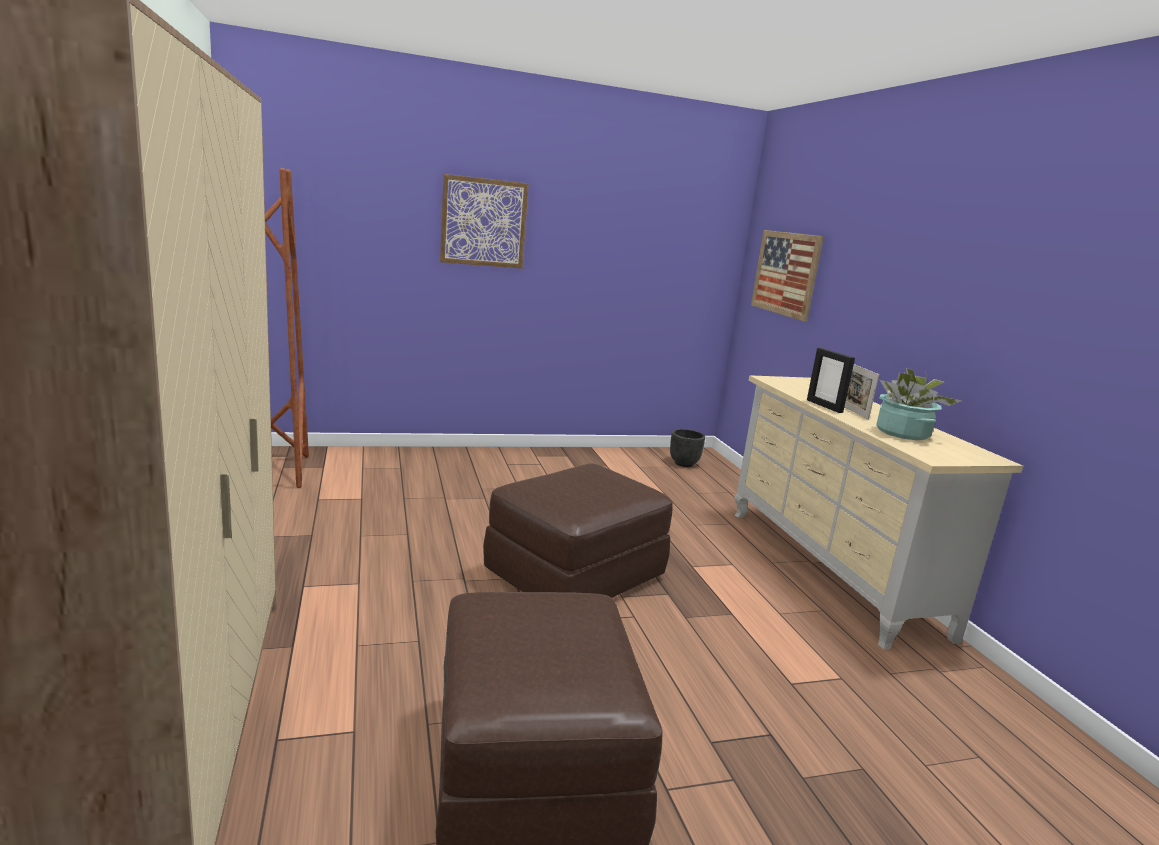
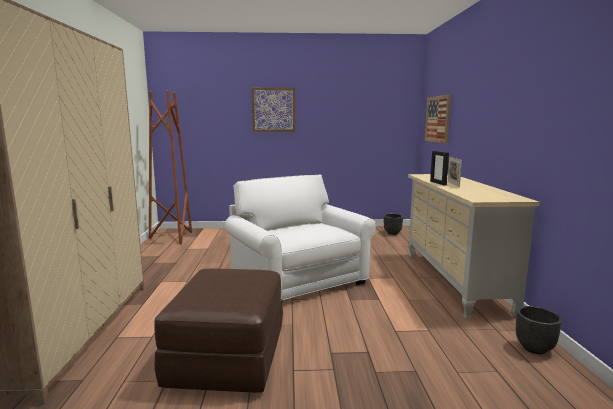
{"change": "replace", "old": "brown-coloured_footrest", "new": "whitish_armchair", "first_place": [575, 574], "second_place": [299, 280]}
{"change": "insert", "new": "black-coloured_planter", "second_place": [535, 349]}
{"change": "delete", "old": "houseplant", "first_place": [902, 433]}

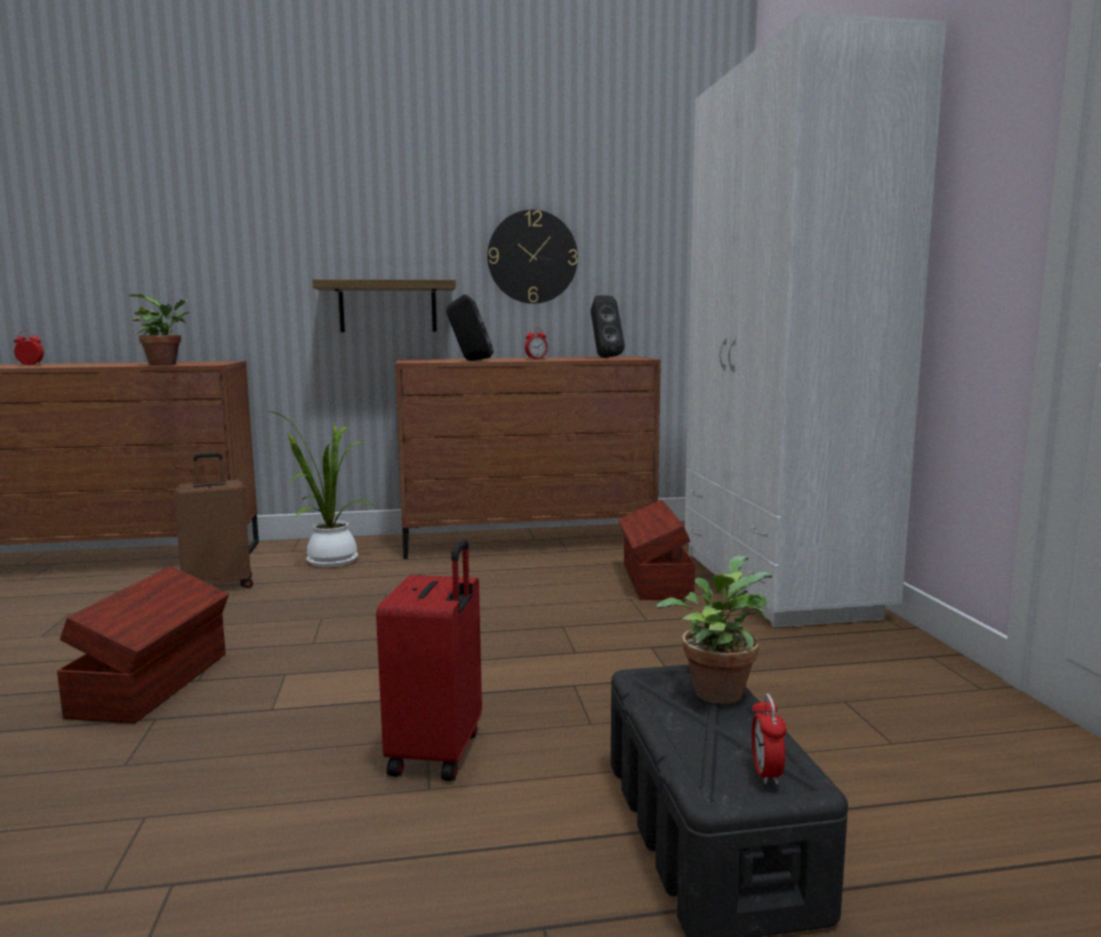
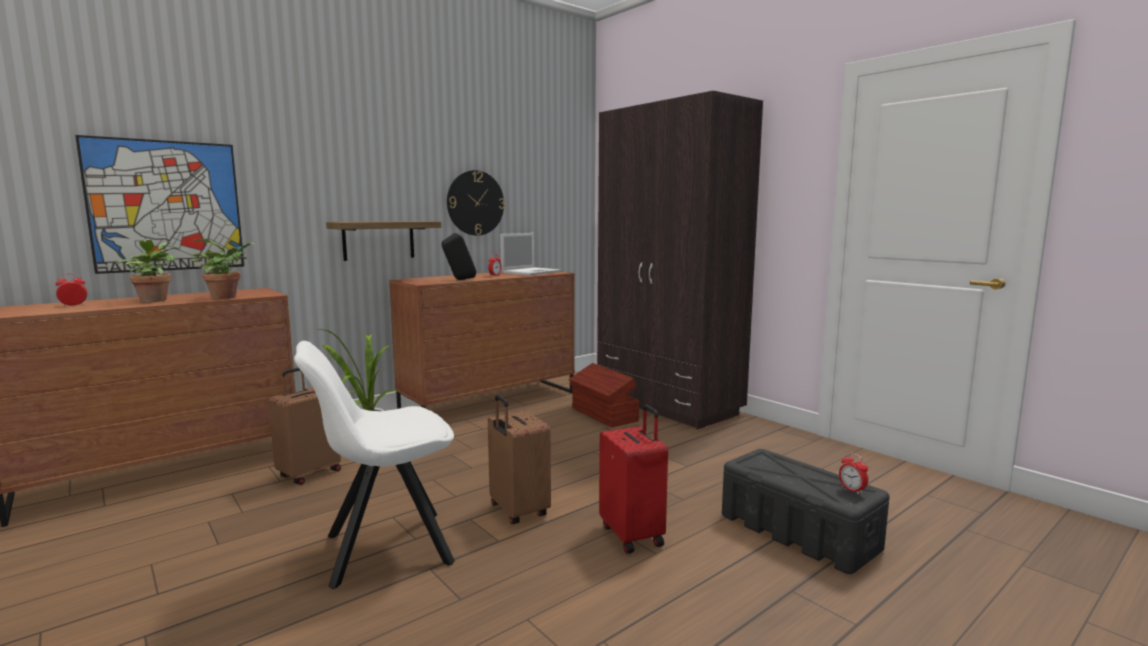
{"change": "insert", "new": "wall_art", "second_place": [166, 206]}
{"change": "move", "old": "houseplant", "first_place": [717, 689], "second_place": [154, 300]}
{"change": "replace", "old": "brown-coloured_storage_container", "new": "whitish_chair", "first_place": [155, 683], "second_place": [387, 549]}
{"change": "insert", "new": "brown-coloured_piece_of_luggage", "second_place": [517, 511]}
{"change": "replace", "old": "black-coloured_loudspeaker", "new": "laptop", "first_place": [604, 357], "second_place": [531, 272]}
{"change": "recolor", "old": "whitish_armoire", "new": "brown-coloured_armoire", "first_place": [777, 584], "second_place": [668, 405]}

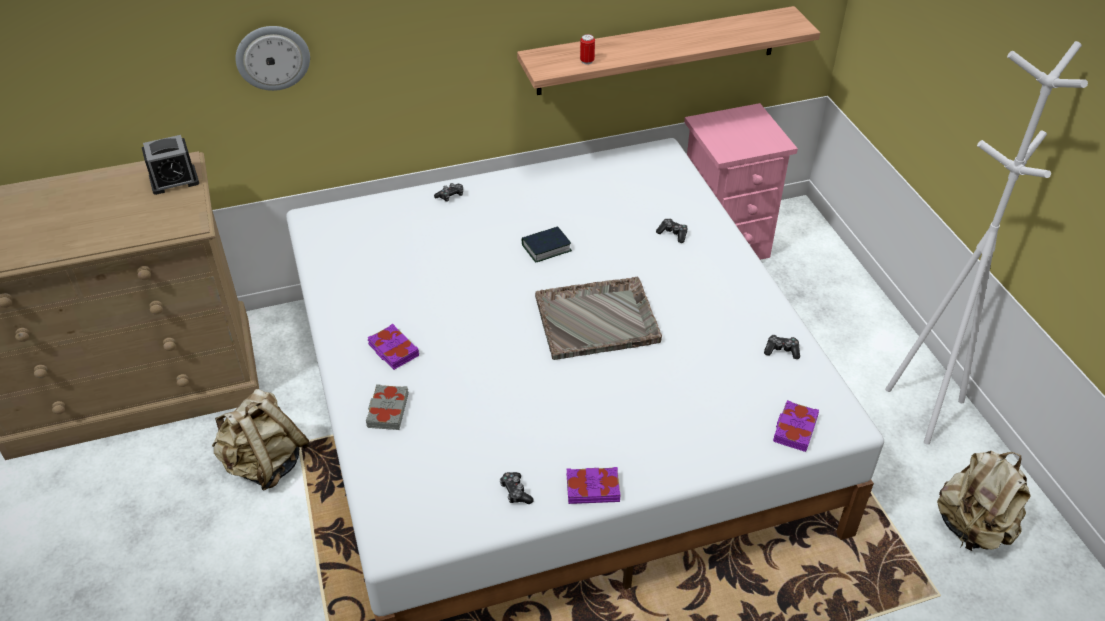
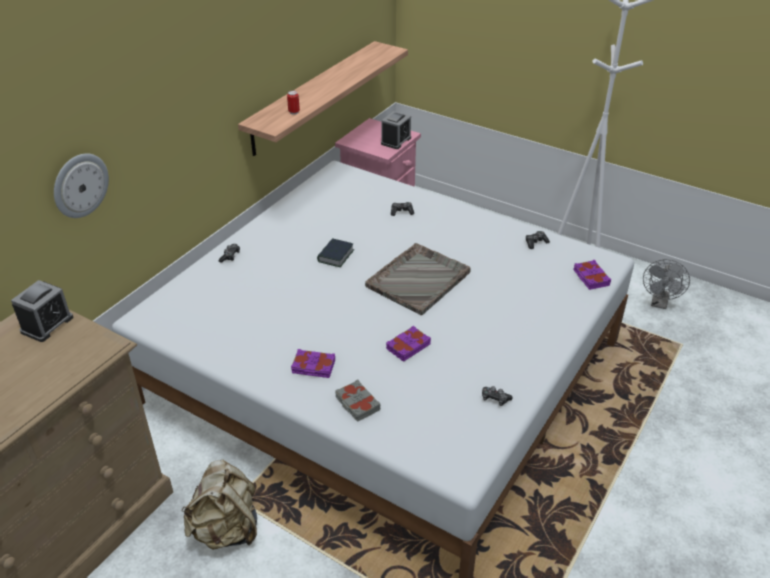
{"change": "insert", "new": "alarm_clock", "second_place": [396, 141]}
{"change": "move", "old": "purple_book", "first_place": [592, 488], "second_place": [407, 346]}
{"change": "replace", "old": "sand-coloured_knapsack", "new": "gray_fan", "first_place": [972, 527], "second_place": [659, 303]}

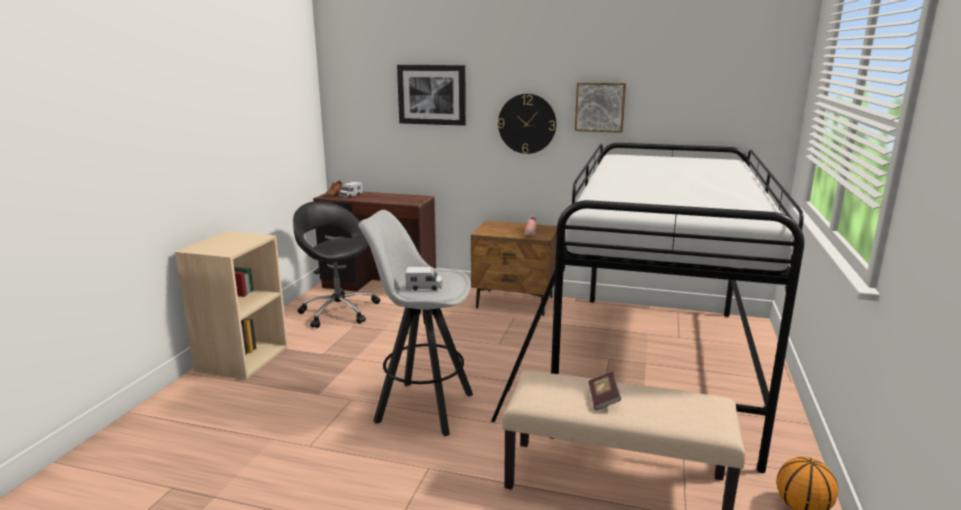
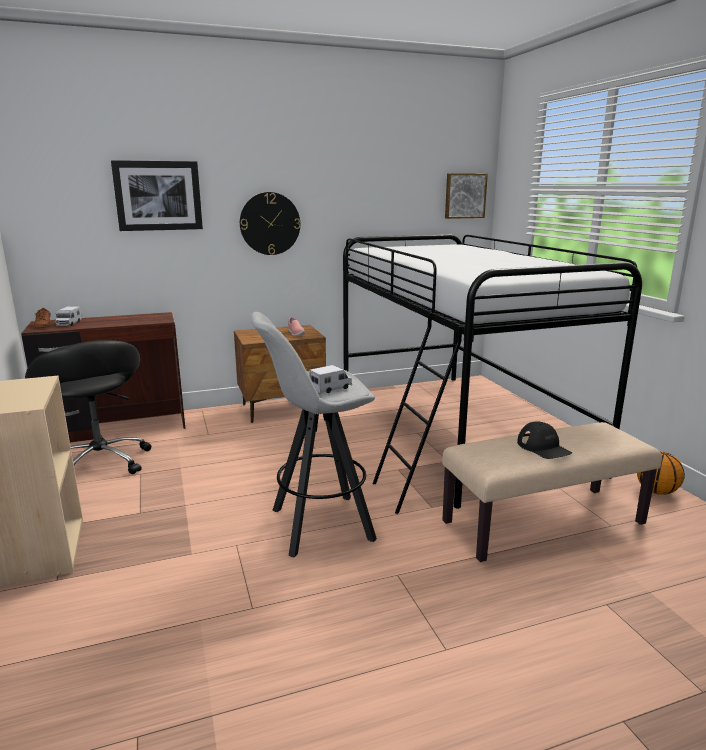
{"change": "rotate", "old": "black-coloured_office_chair", "first_place": [338, 311], "second_place": [100, 464], "degrees": -120}
{"change": "move", "old": "wall_art", "first_place": [600, 107], "second_place": [464, 196]}
{"change": "replace", "old": "book", "new": "black-coloured_cap", "first_place": [603, 399], "second_place": [543, 447]}

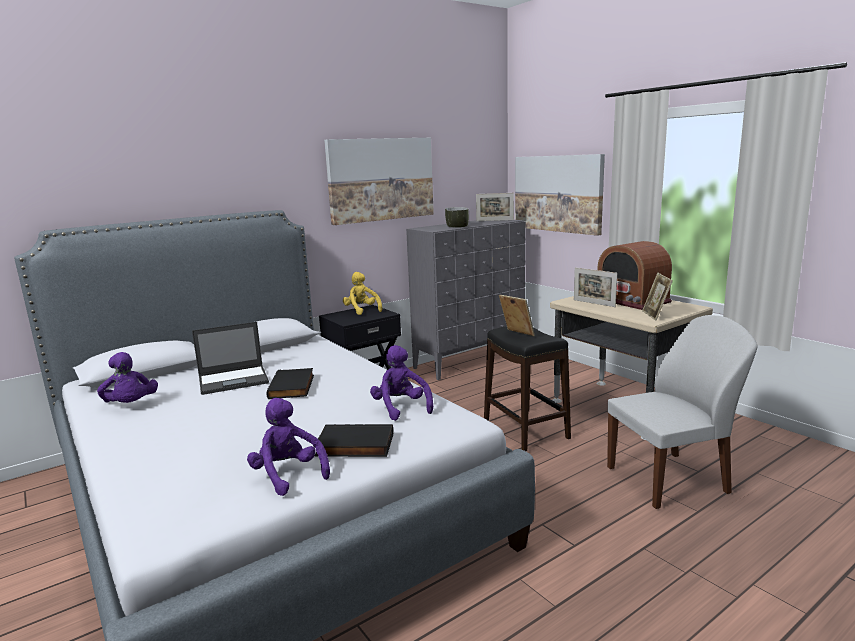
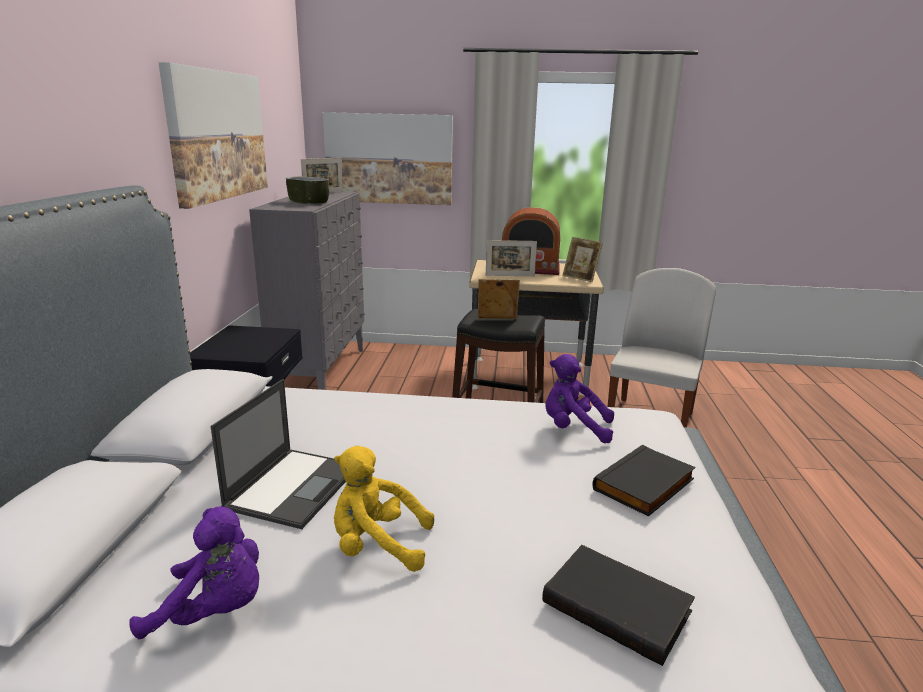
{"change": "move", "old": "yellow-coloured_soft_toy", "first_place": [361, 310], "second_place": [377, 546]}
{"change": "move", "old": "black-coloured_book", "first_place": [293, 387], "second_place": [618, 605]}
{"change": "delete", "old": "purple_soft_toy", "first_place": [288, 475]}

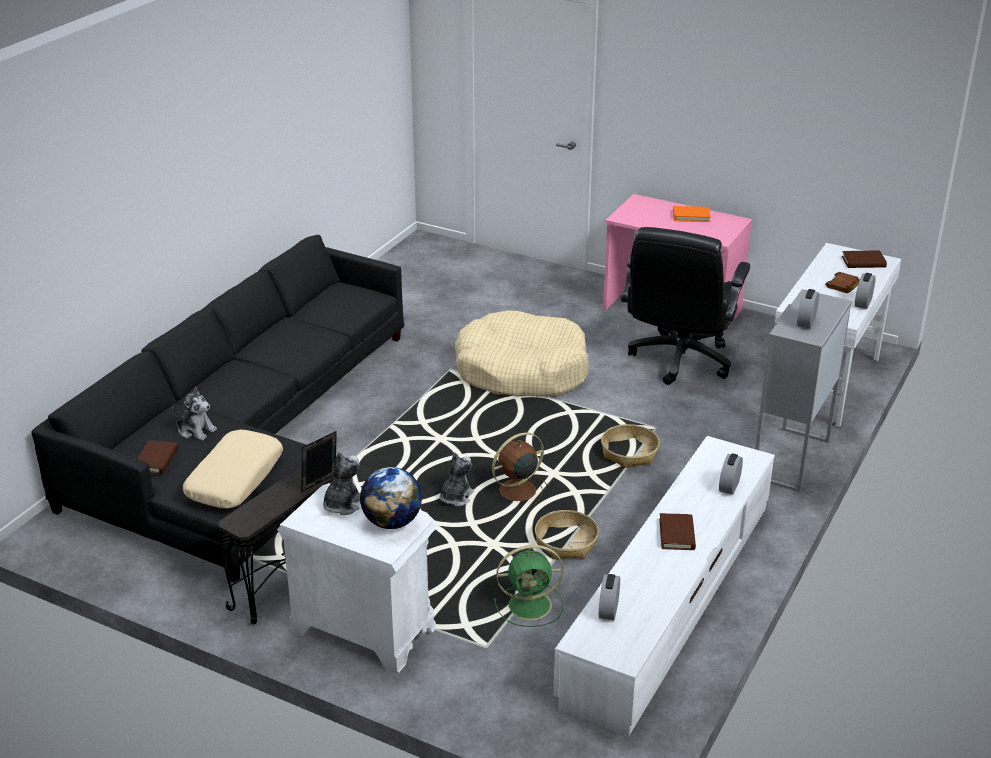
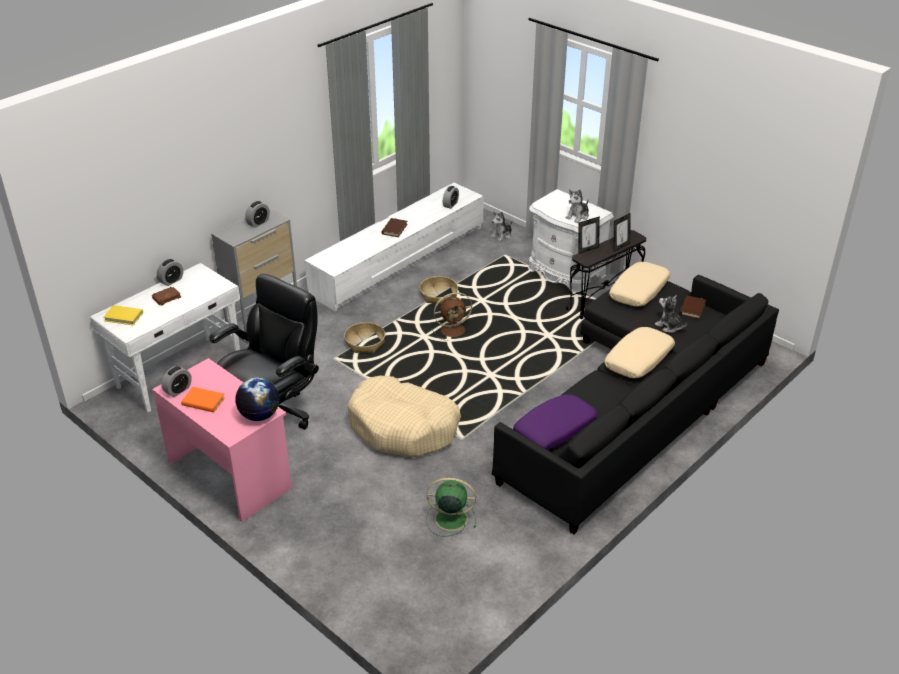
{"change": "recolor", "old": "brown-coloured_book", "new": "yellow-coloured_book", "first_place": [863, 262], "second_place": [123, 317]}
{"change": "move", "old": "alarm_clock", "first_place": [729, 486], "second_place": [178, 390]}
{"change": "move", "old": "world_globe", "first_place": [391, 522], "second_place": [260, 415]}
{"change": "move", "old": "green_fan", "first_place": [531, 605], "second_place": [449, 518]}
{"change": "move", "old": "soft_toy", "first_place": [455, 497], "second_place": [501, 235]}
{"change": "insert", "new": "purple_throw_pillow", "second_place": [555, 430]}
{"change": "insert", "new": "sand-coloured_throw_pillow", "second_place": [639, 360]}
{"change": "insert", "new": "standing_frame", "second_place": [620, 246]}

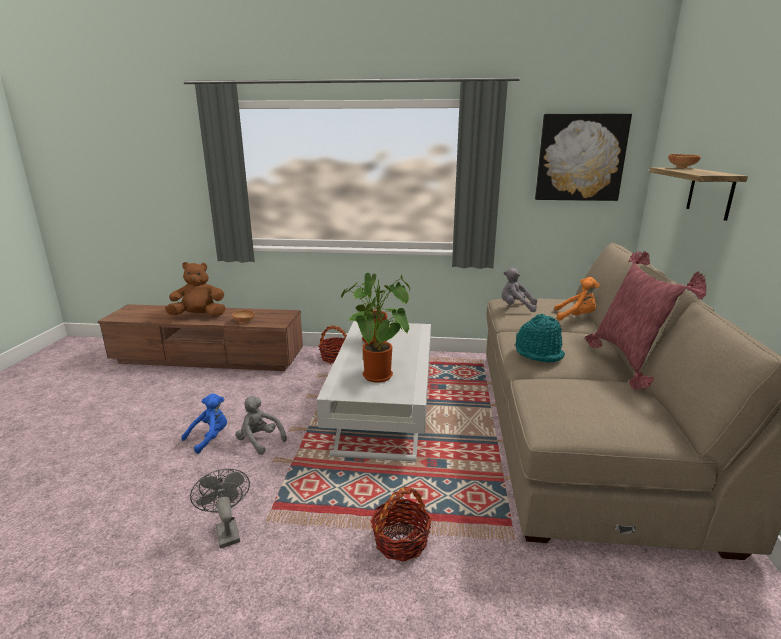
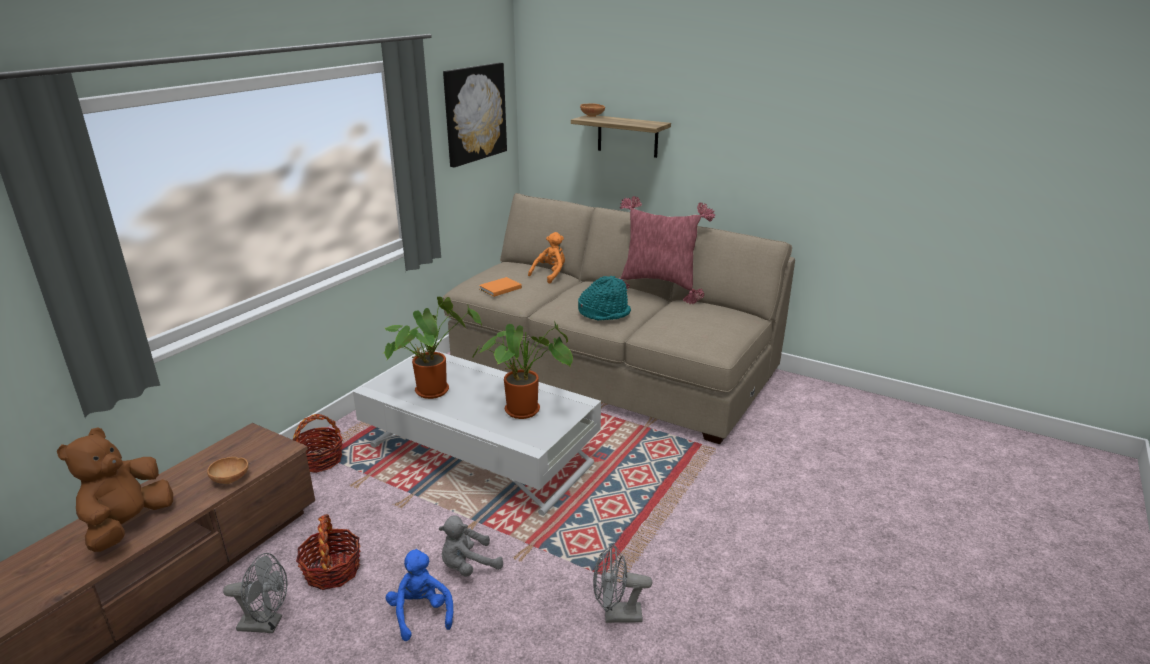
{"change": "insert", "new": "gray_fan", "second_place": [266, 624]}
{"change": "move", "old": "basket", "first_place": [401, 541], "second_place": [332, 570]}
{"change": "replace", "old": "gray_soft_toy", "new": "orange-coloured_book", "first_place": [516, 307], "second_place": [499, 288]}

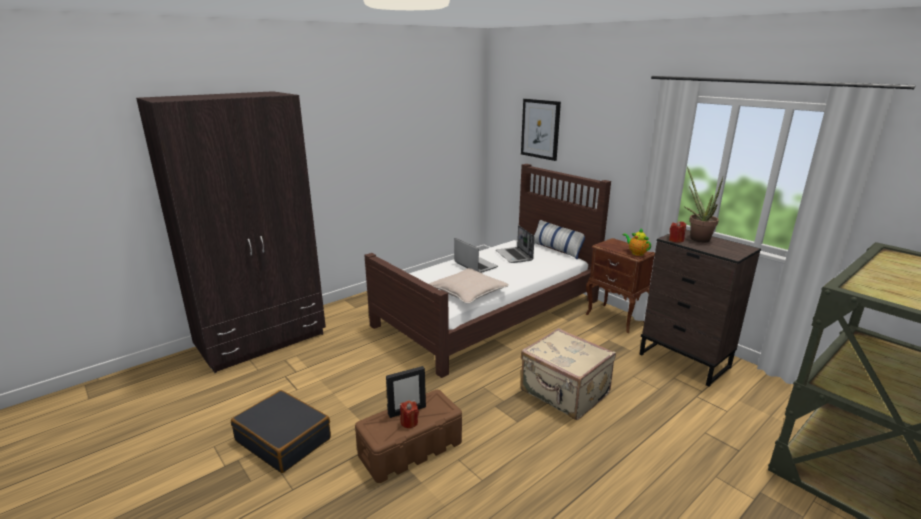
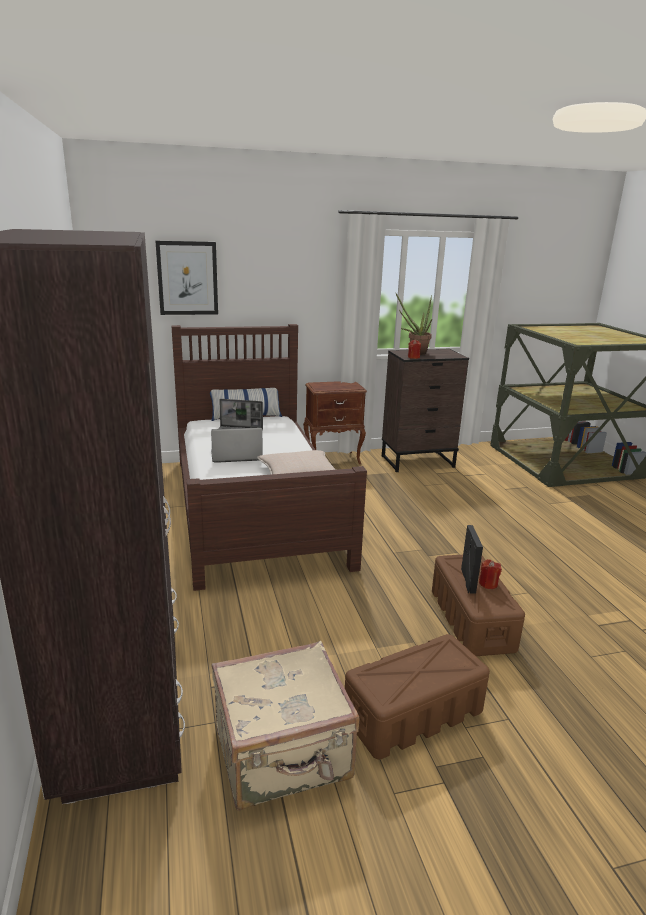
{"change": "move", "old": "sand-coloured_piece_of_luggage", "first_place": [564, 393], "second_place": [283, 755]}
{"change": "replace", "old": "black-coloured_piece_of_luggage", "new": "brown-coloured_storage_container", "first_place": [284, 439], "second_place": [412, 714]}
{"change": "delete", "old": "tea_pot", "first_place": [636, 253]}

